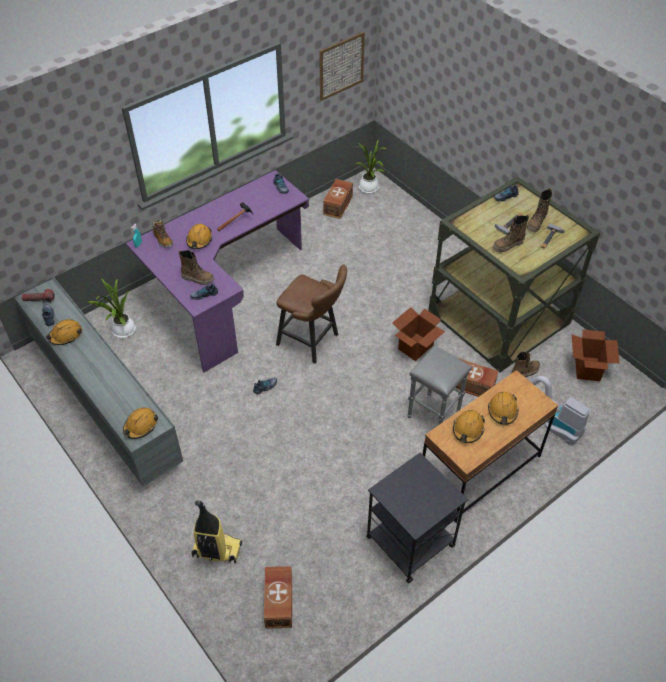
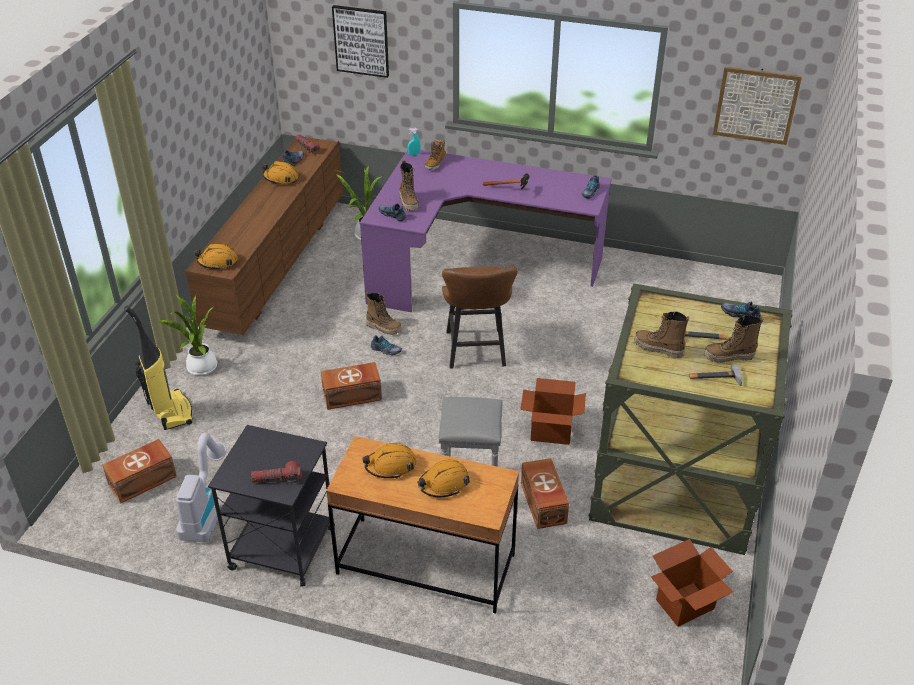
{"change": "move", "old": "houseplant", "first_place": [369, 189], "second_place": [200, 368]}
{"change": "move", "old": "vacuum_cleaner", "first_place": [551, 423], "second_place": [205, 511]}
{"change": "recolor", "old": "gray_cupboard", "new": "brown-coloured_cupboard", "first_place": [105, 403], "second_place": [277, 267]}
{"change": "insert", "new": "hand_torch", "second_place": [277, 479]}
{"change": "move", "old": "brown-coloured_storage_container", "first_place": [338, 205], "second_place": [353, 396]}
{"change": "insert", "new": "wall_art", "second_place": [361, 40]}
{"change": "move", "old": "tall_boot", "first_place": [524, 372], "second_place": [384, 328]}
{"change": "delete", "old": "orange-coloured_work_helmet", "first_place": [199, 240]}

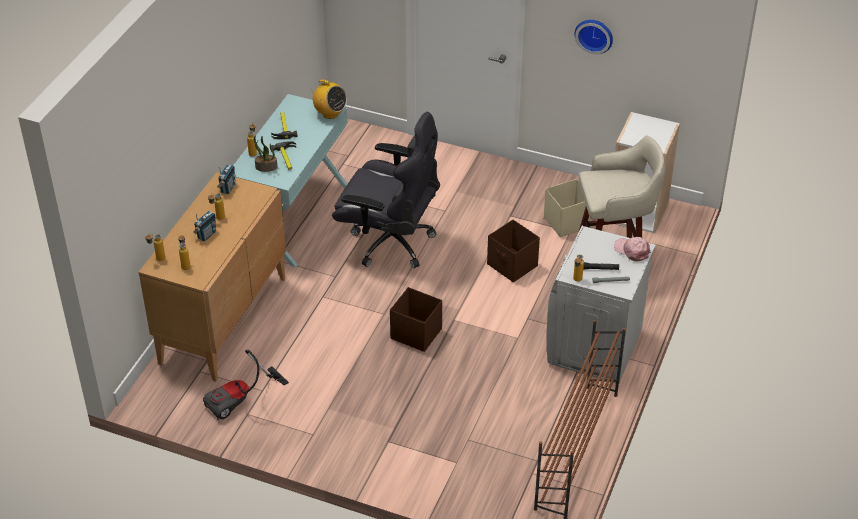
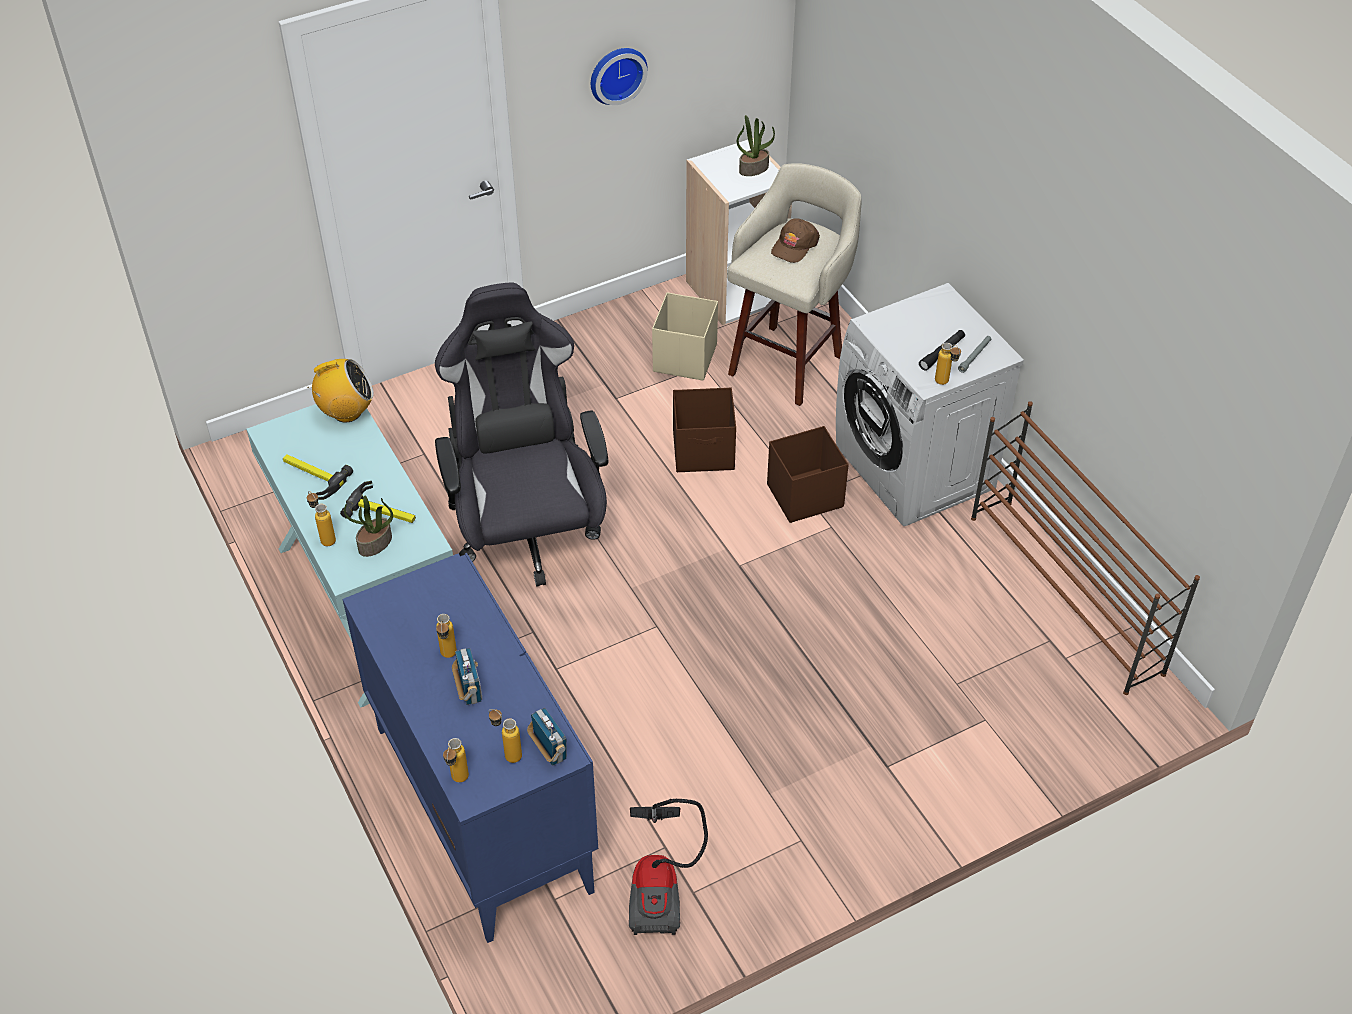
{"change": "recolor", "old": "brown-coloured_cupboard", "new": "blue_cupboard", "first_place": [224, 320], "second_place": [482, 807]}
{"change": "rotate", "old": "black-coloured_office_chair", "first_place": [387, 242], "second_place": [529, 540], "degrees": -75}
{"change": "move", "old": "radio", "first_place": [227, 188], "second_place": [550, 751]}
{"change": "insert", "new": "houseplant", "second_place": [754, 168]}
{"change": "move", "old": "brown-coloured_storage_container", "first_place": [415, 333], "second_place": [803, 496]}
{"change": "insert", "new": "brown-coloured_cap", "second_place": [794, 246]}
{"change": "delete", "old": "pinkish_cap", "first_place": [632, 250]}

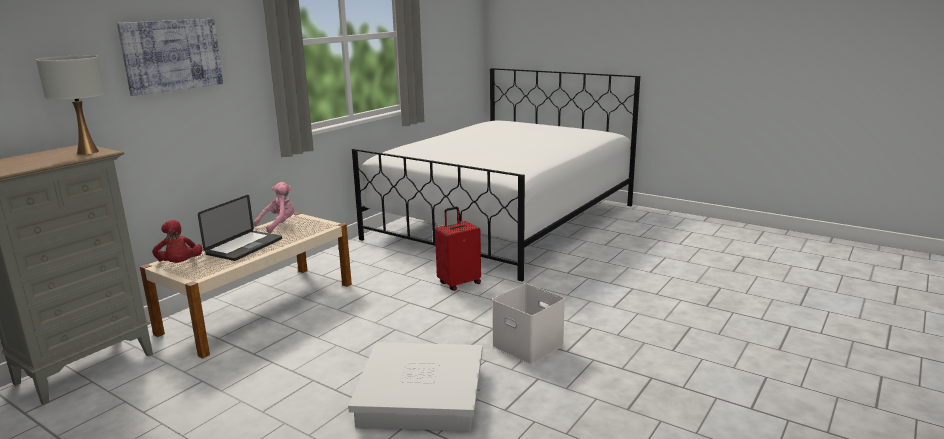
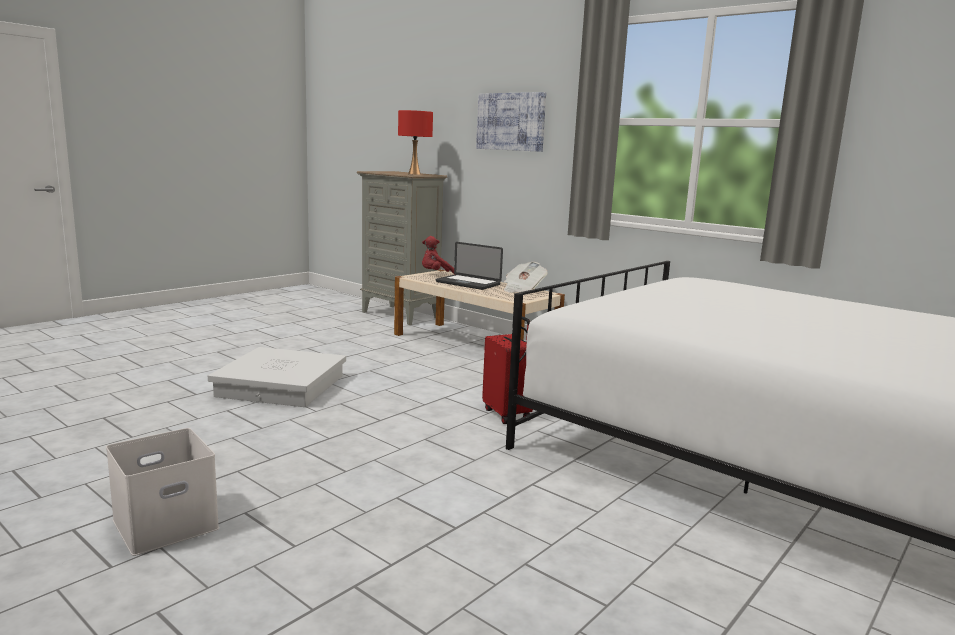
{"change": "move", "old": "whitish_storage_container", "first_place": [529, 345], "second_place": [164, 525]}
{"change": "recolor", "old": "whitish_tabletop_lamp", "new": "red-coloured_tabletop_lamp", "first_place": [87, 152], "second_place": [414, 174]}
{"change": "replace", "old": "pinkish_soft_toy", "new": "printed_paper", "first_place": [279, 225], "second_place": [522, 289]}

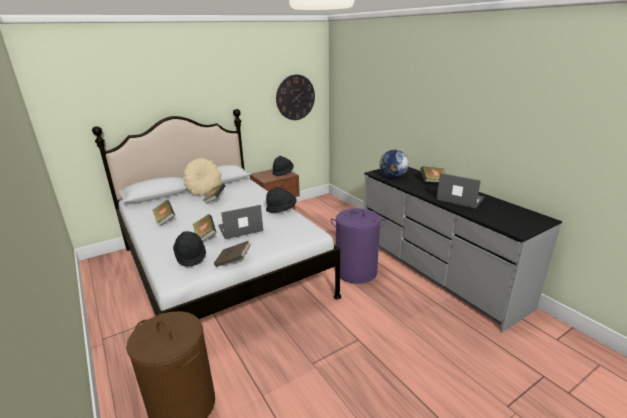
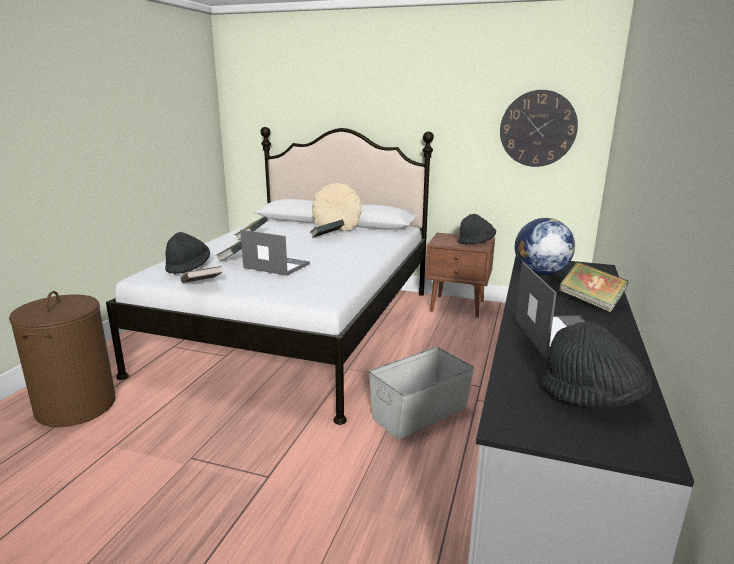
{"change": "replace", "old": "purple_washing_basket", "new": "gray_storage_container", "first_place": [356, 271], "second_place": [420, 413]}
{"change": "move", "old": "black-coloured_hat", "first_place": [281, 209], "second_place": [591, 399]}

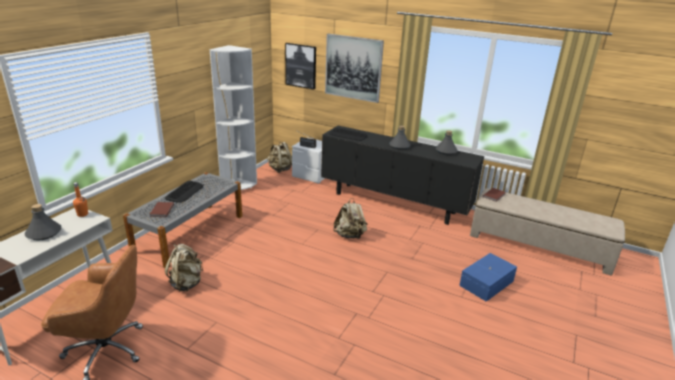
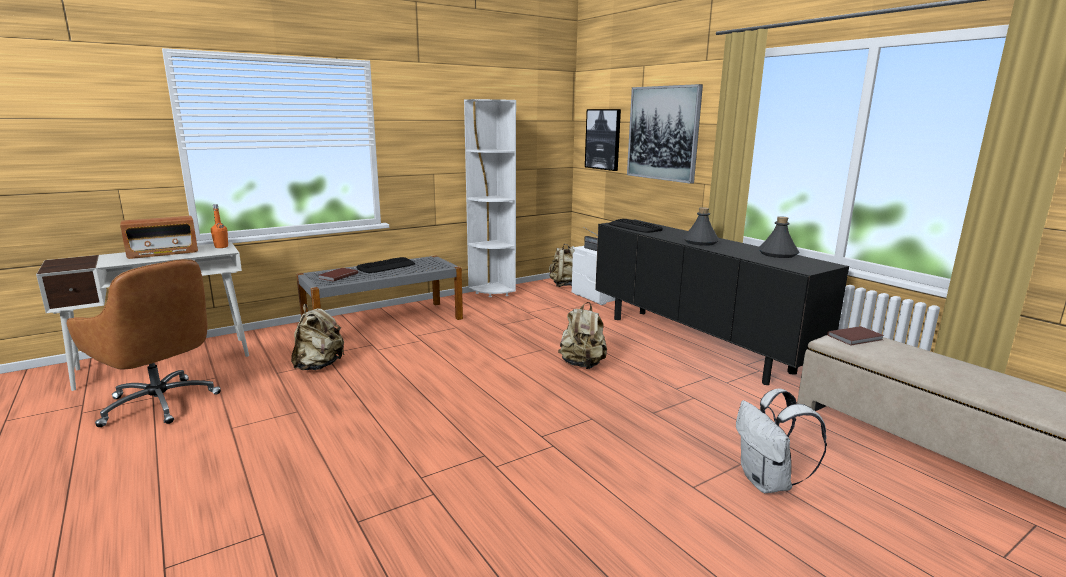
{"change": "replace", "old": "gray_beverage_bottle", "new": "radio", "first_place": [44, 233], "second_place": [163, 253]}
{"change": "replace", "old": "blue_storage_container", "new": "whitish_knapsack", "first_place": [487, 283], "second_place": [768, 483]}

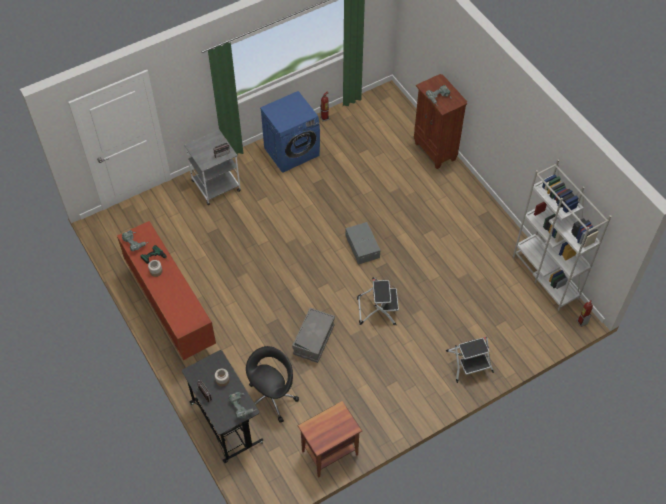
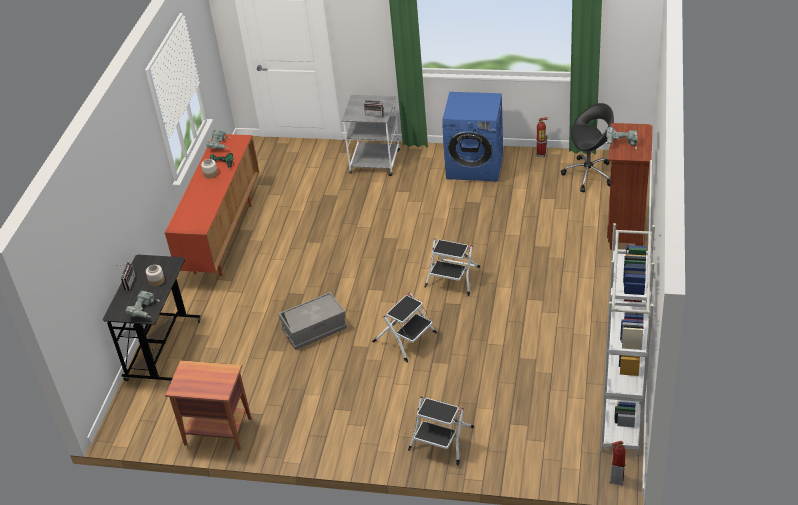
{"change": "replace", "old": "gray_storage_container", "new": "step_ladder", "first_place": [363, 246], "second_place": [453, 277]}
{"change": "move", "old": "black-coloured_office_chair", "first_place": [272, 397], "second_place": [589, 174]}

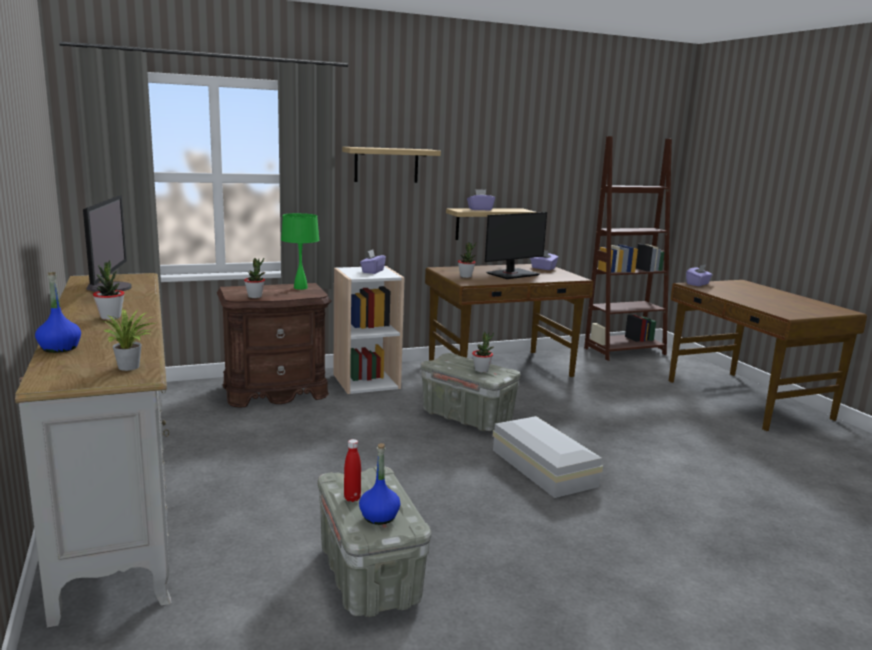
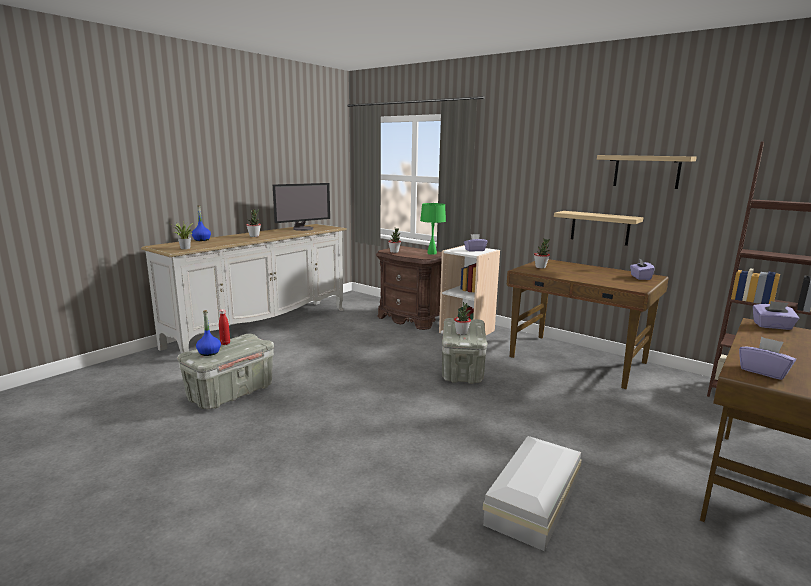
{"change": "move", "old": "whitish_storage_container", "first_place": [543, 469], "second_place": [531, 501]}
{"change": "move", "old": "shelf", "first_place": [386, 165], "second_place": [646, 171]}
{"change": "move", "old": "purple_box_of_tissues", "first_place": [480, 209], "second_place": [763, 371]}
{"change": "delete", "old": "monitor", "first_place": [512, 274]}

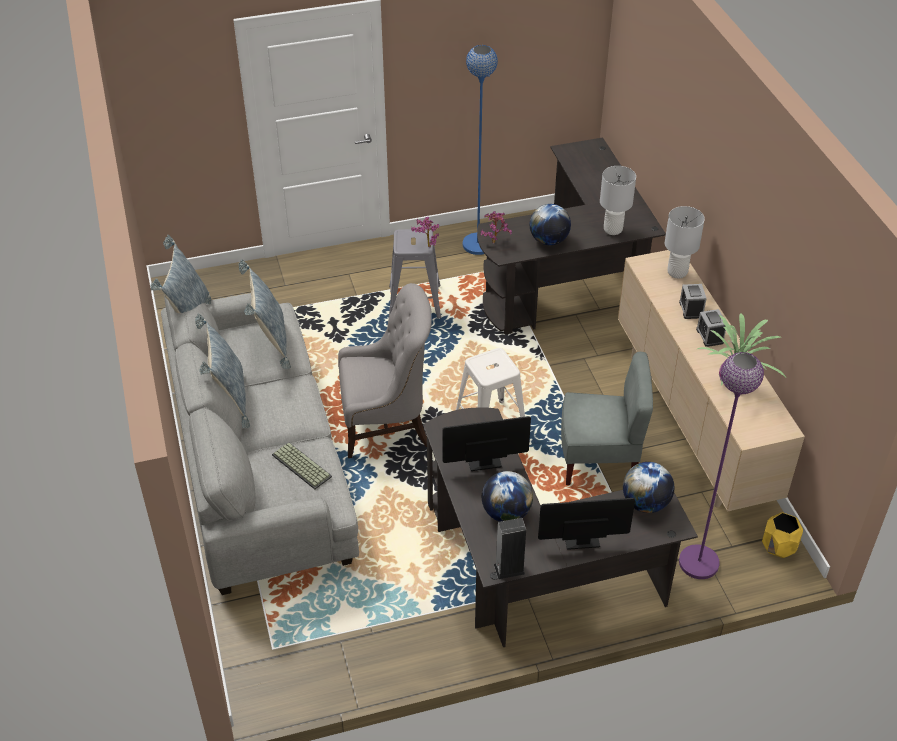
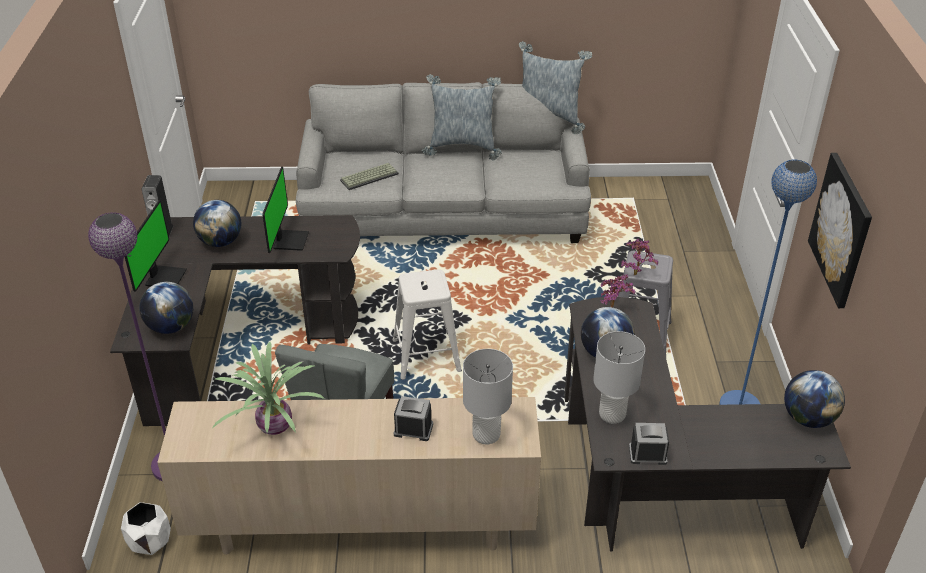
{"change": "recolor", "old": "yellow-coloured_planter", "new": "whitish_planter", "first_place": [779, 547], "second_place": [149, 542]}
{"change": "move", "old": "alarm_clock", "first_place": [709, 336], "second_place": [647, 454]}
{"change": "insert", "new": "world_globe", "second_place": [808, 418]}
{"change": "insert", "new": "wall_art", "second_place": [841, 229]}
{"change": "delete", "old": "throw_pillow", "first_place": [268, 346]}
{"change": "delete", "old": "gray_chair", "first_place": [387, 424]}

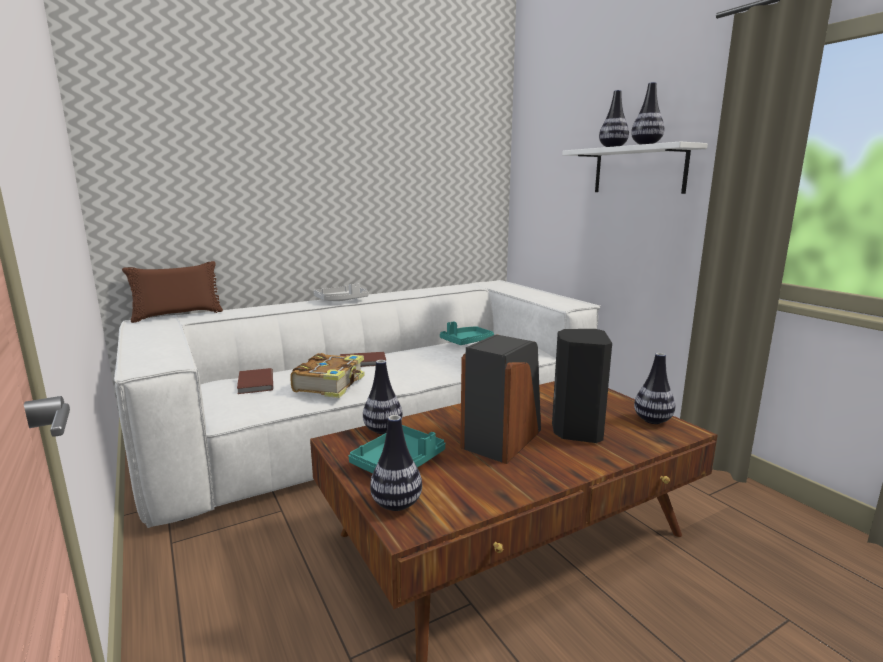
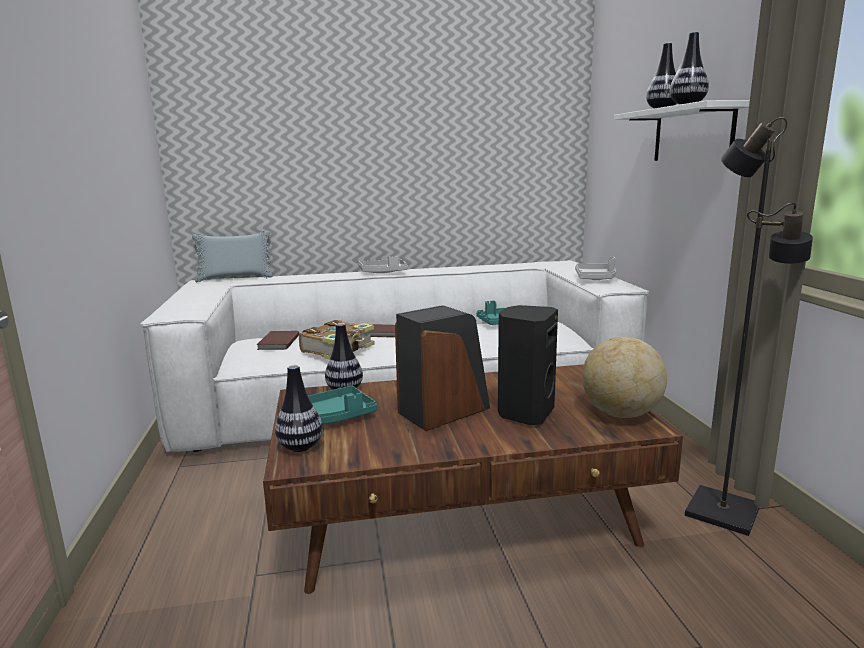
{"change": "recolor", "old": "brown-coloured_throw_pillow", "new": "blue_throw_pillow", "first_place": [178, 315], "second_place": [235, 278]}
{"change": "insert", "new": "gray_serving_tray", "second_place": [595, 278]}
{"change": "replace", "old": "flower_vase", "new": "world_globe", "first_place": [652, 420], "second_place": [621, 414]}
{"change": "insert", "new": "black-coloured_standard_lamp", "second_place": [722, 511]}

